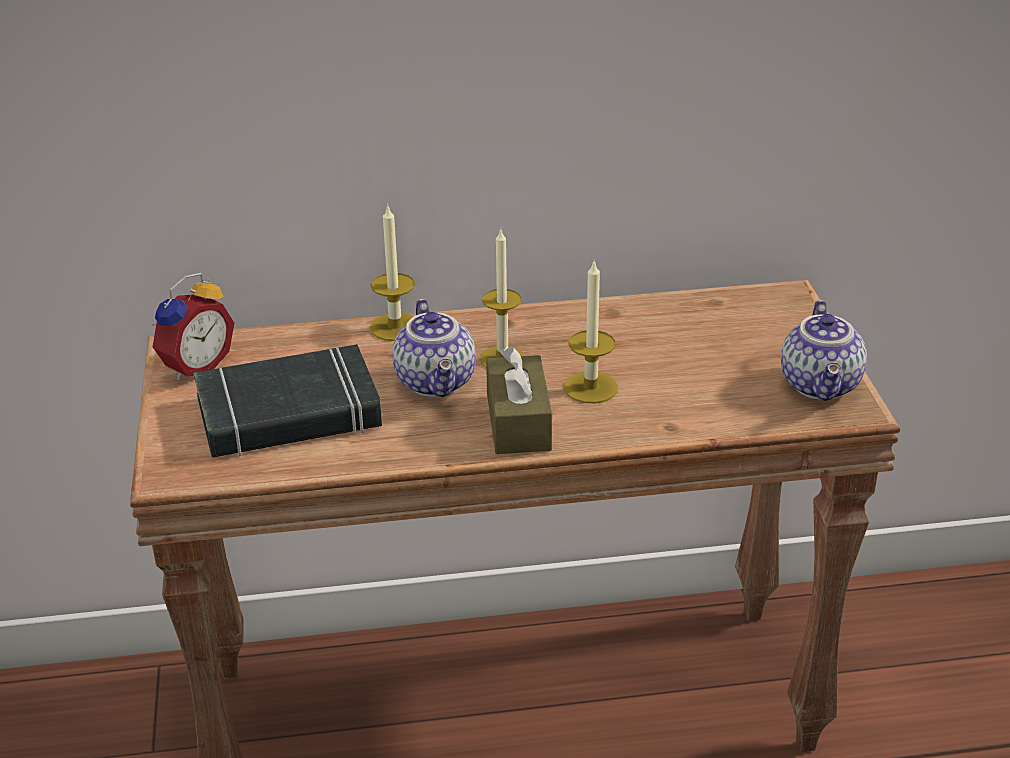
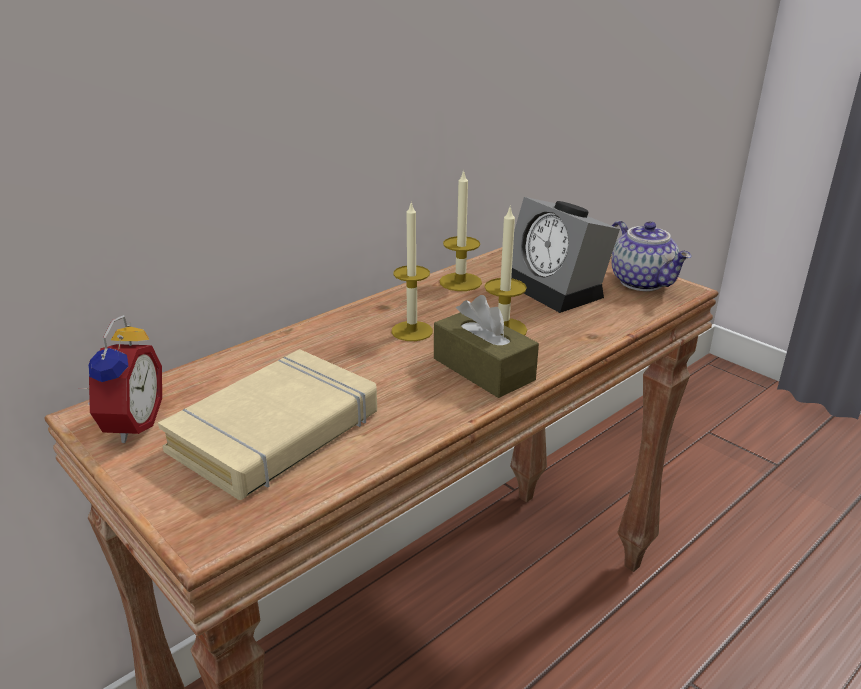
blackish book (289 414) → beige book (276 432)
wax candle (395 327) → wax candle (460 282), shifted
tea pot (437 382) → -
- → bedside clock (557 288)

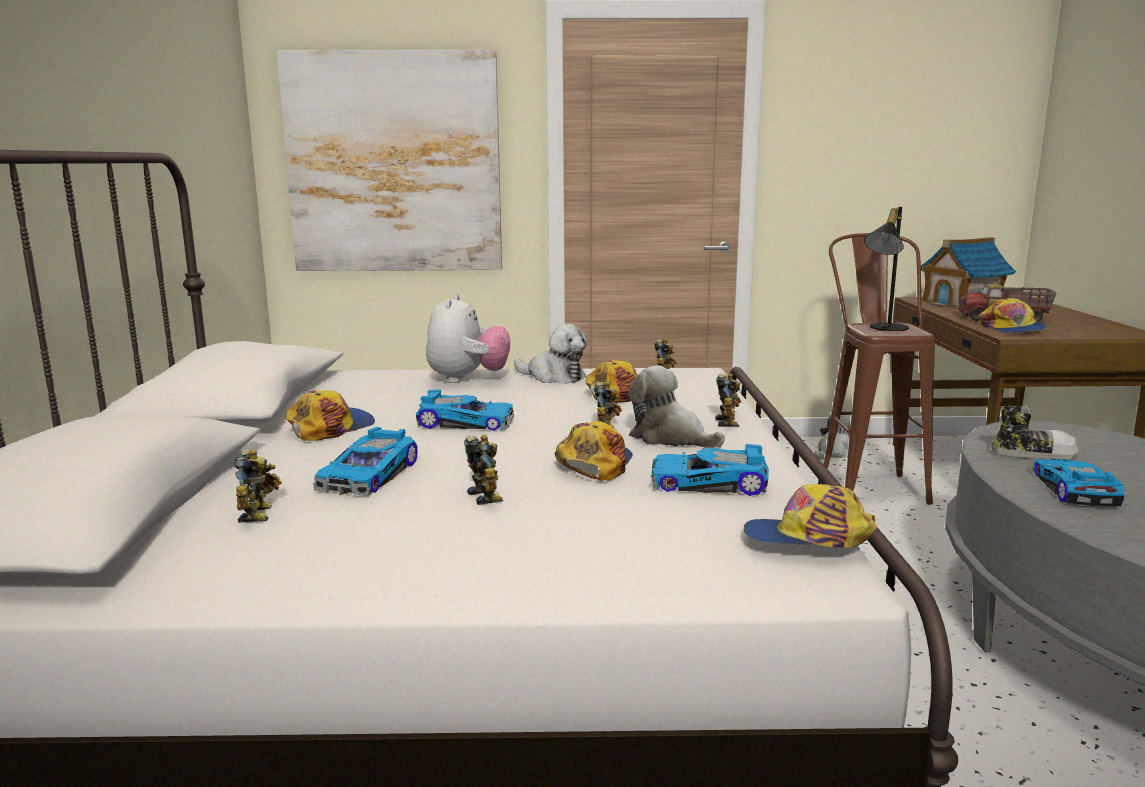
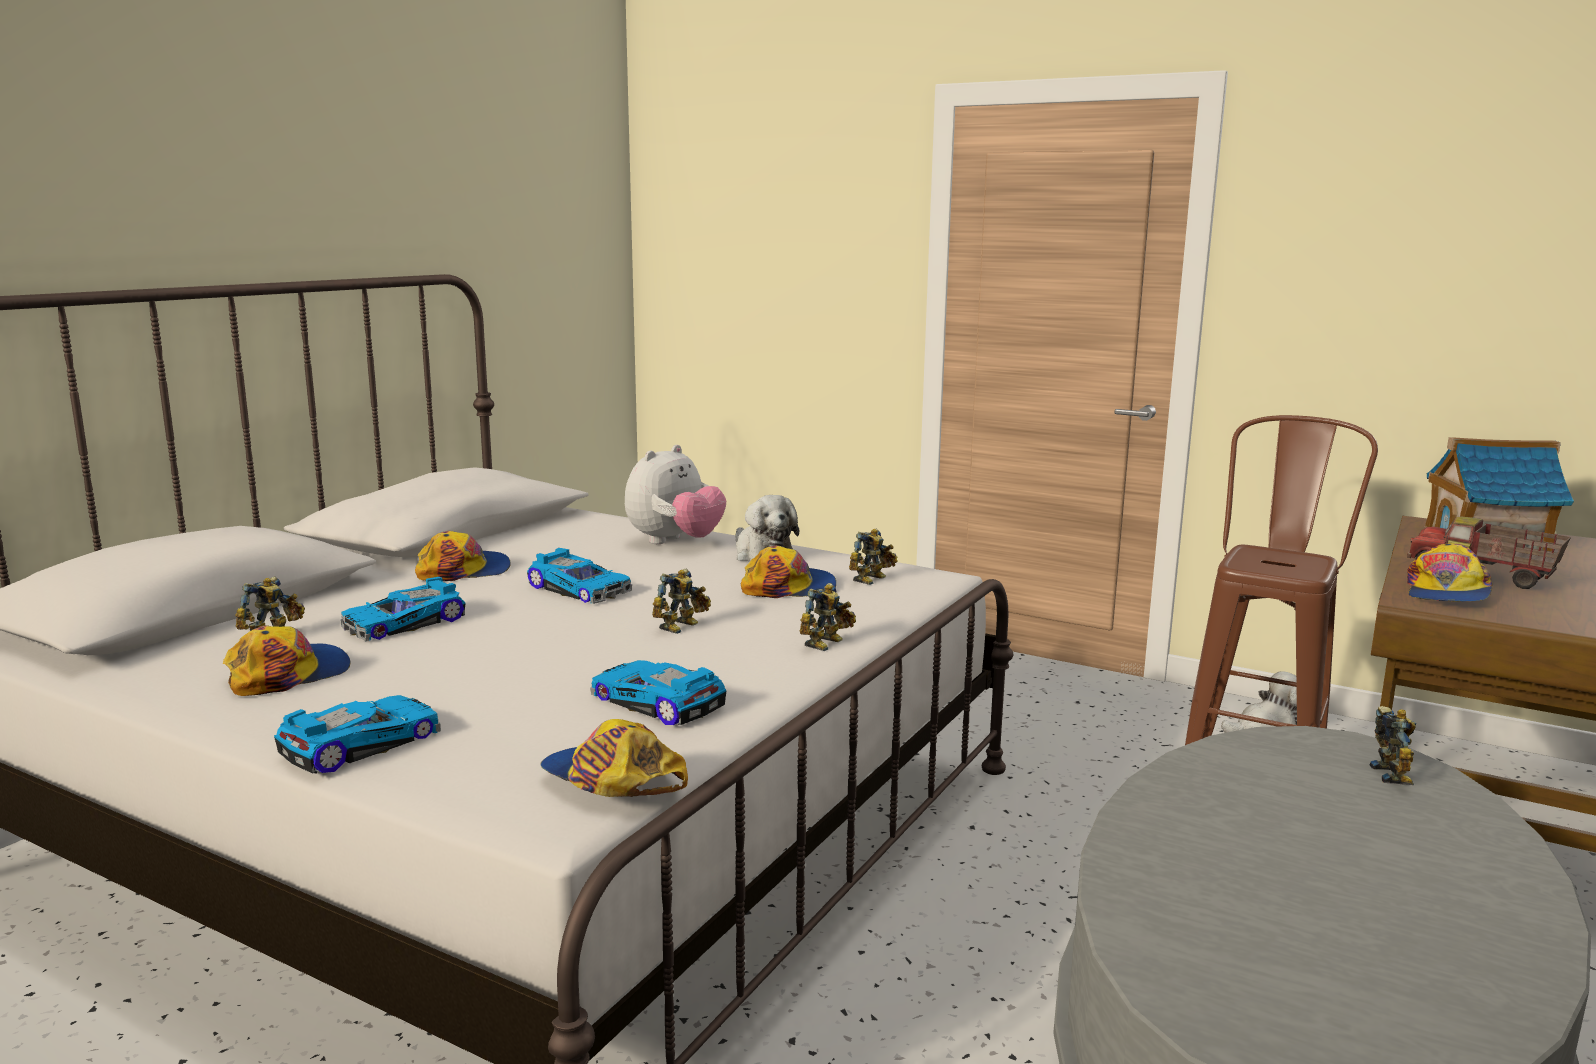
wall art (394 163) → -
toy robot (487 496) → toy robot (1394 774), shifted
peaked cap (594 463) → peaked cap (288 674), shifted
plush toy (670 438) → -
blackish table lamp (883 328) → -
shoe (1032 454) → -
model car (1072 489) → model car (359 743), shifted

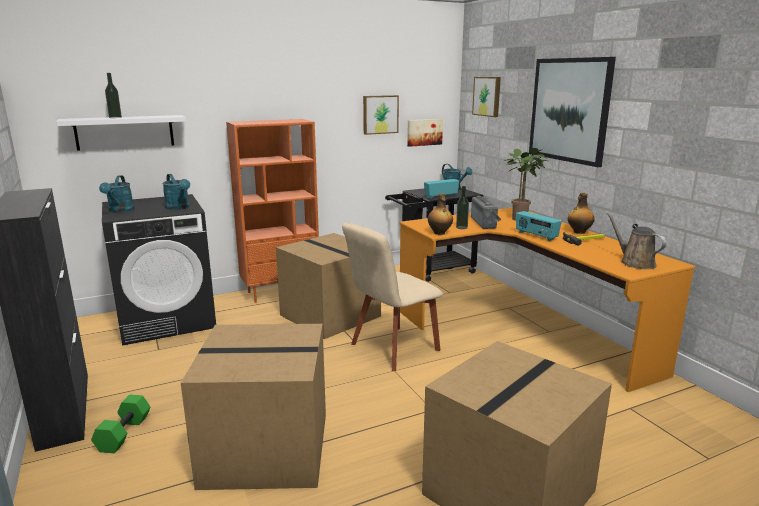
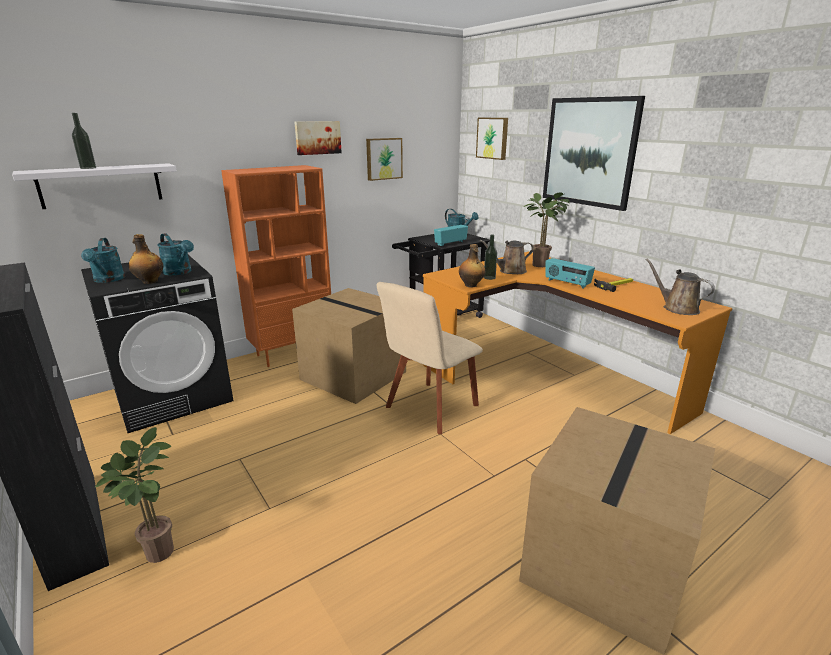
green-coloured free weight (123 433) → plant in a pot (157 550)
carton (268 447) → -
wall art (424 132) → wall art (317 137), shifted
radio receiver (485 223) → brown watering pot (510 271)
beverage bottle (579 232) → beverage bottle (149 282), shifted

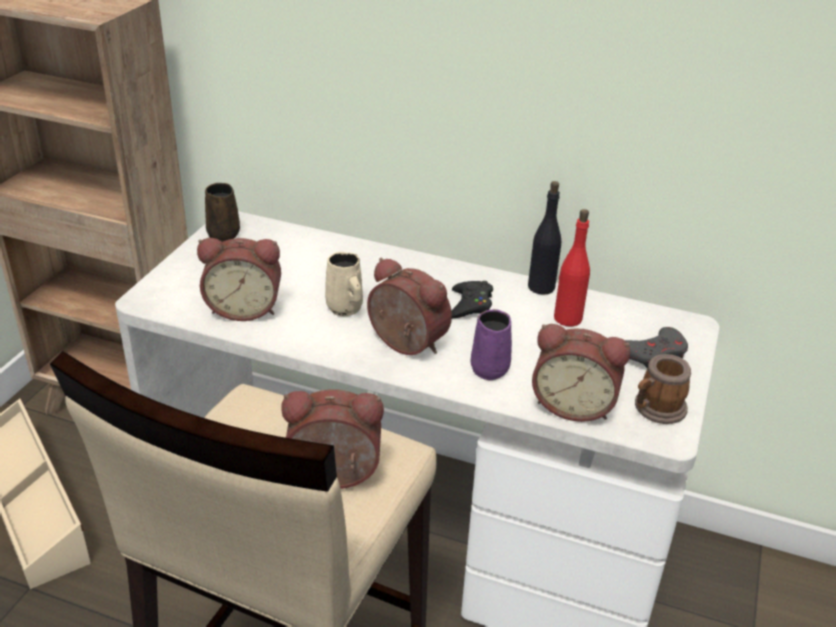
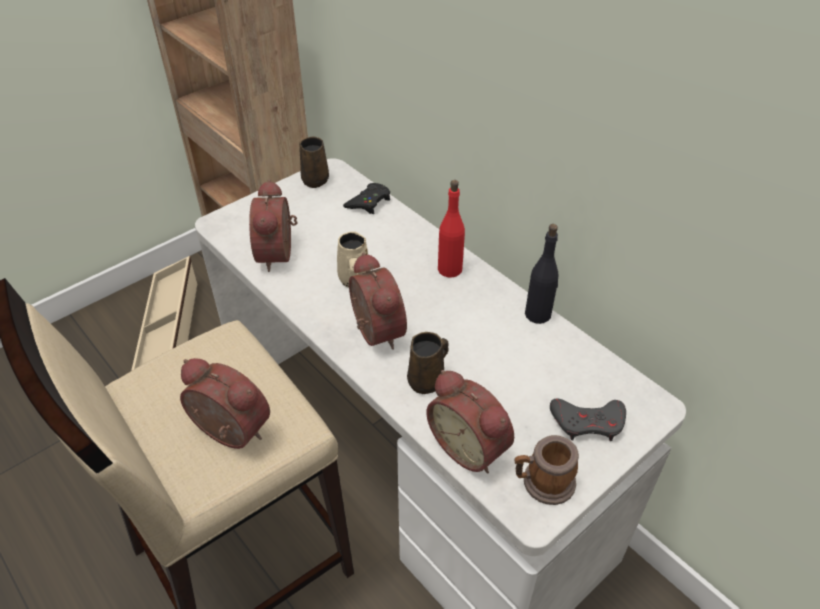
bedside clock (244 308) → bedside clock (279 254), 60 degrees clockwise
blackish gamepad (470 305) → blackish gamepad (369 202), shifted
purplish mug (490 368) → brown mug (427 380)
red-coloured beverage bottle (567 318) → red-coloured beverage bottle (450 269), shifted

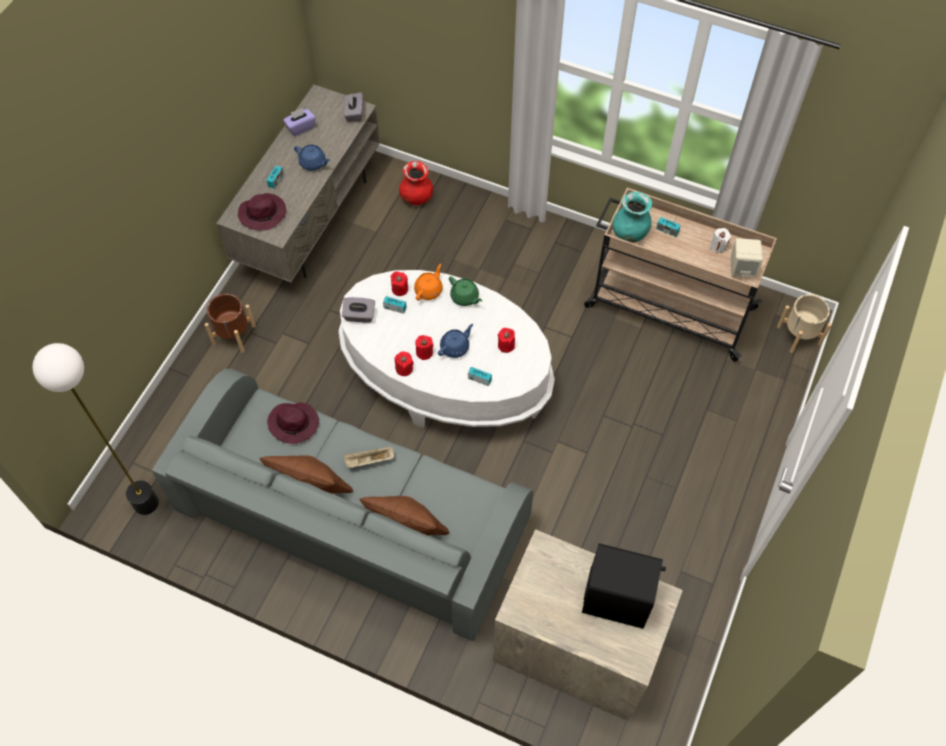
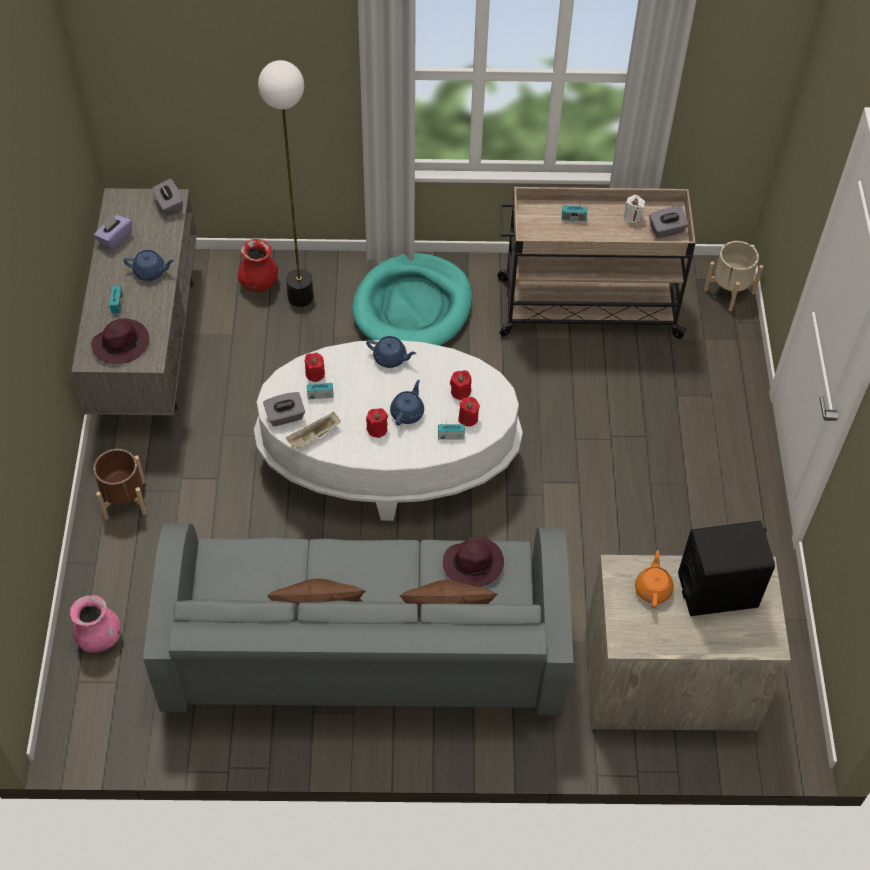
standing lamp (146 503) → standing lamp (301 297), shifted
purplish hat (294 423) → purplish hat (474 563), shifted
beige tray (369 461) → beige tray (314 437), shifted
red-coloured wax candle (404 369) → red-coloured wax candle (468 418), shifted
orange tea pot (429 290) → orange tea pot (653 589), shifted
green-coloured tea pot (465 297) → blue tea pot (391 358)
blue-green flower vase (630 233) → -
beige audio speaker (742 268) → gray box of tissues (666 230)
- → pinkish flower vase (99 637)
- → blue-green dog cushion (413 307)

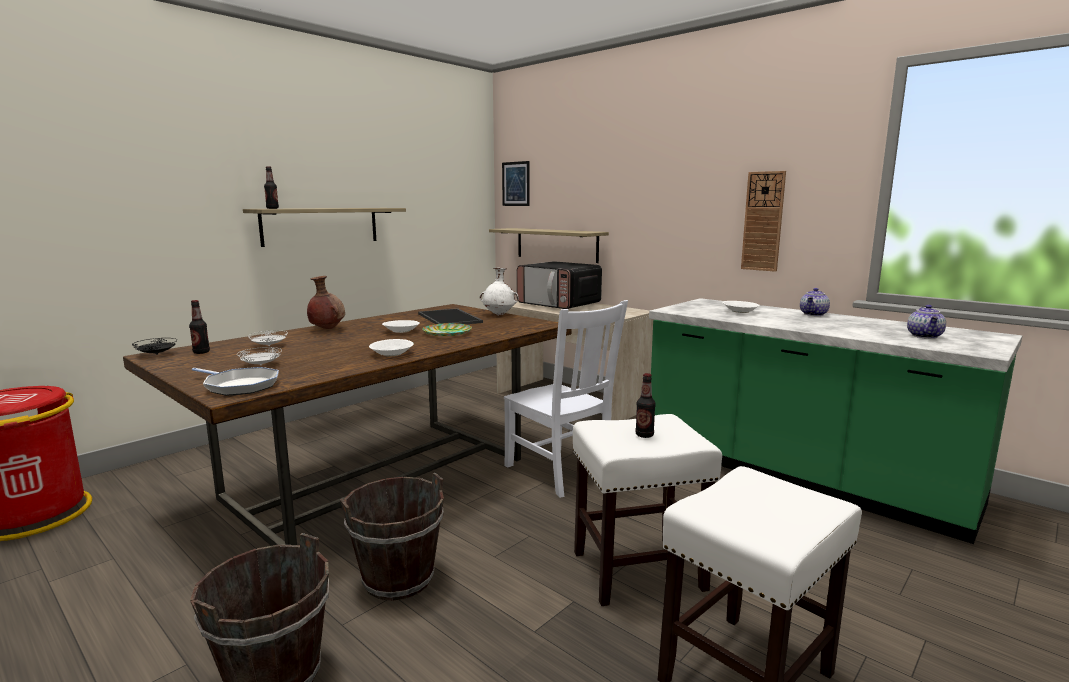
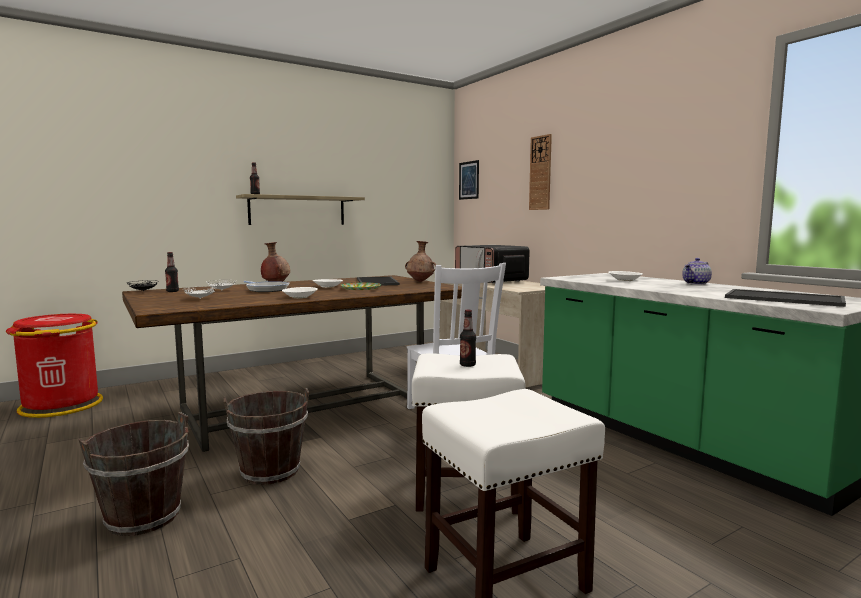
frying pan (239 386) → frying pan (266 289), shifted
whitish flower vase (499 314) → brown flower vase (421 281)
bracket shelf (556 244) → -
clock on the wall (763 221) → clock on the wall (540 173), shifted
tea pot (925 336) → tray (785 298)

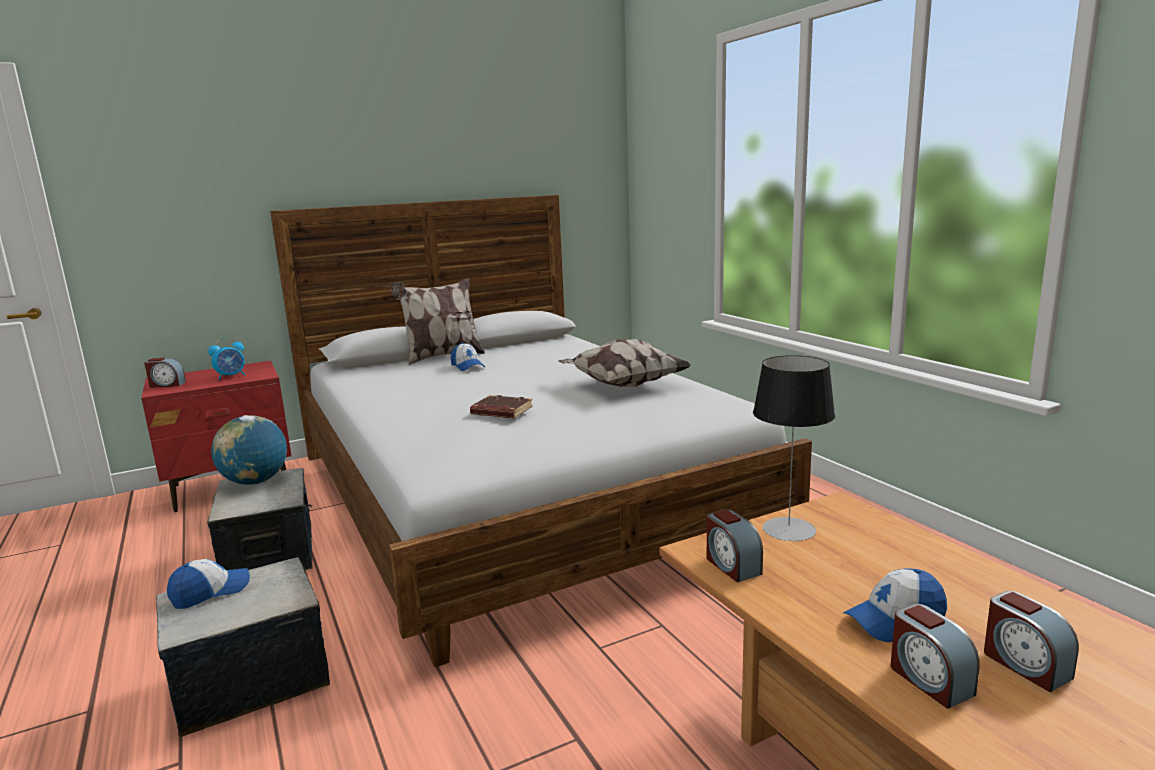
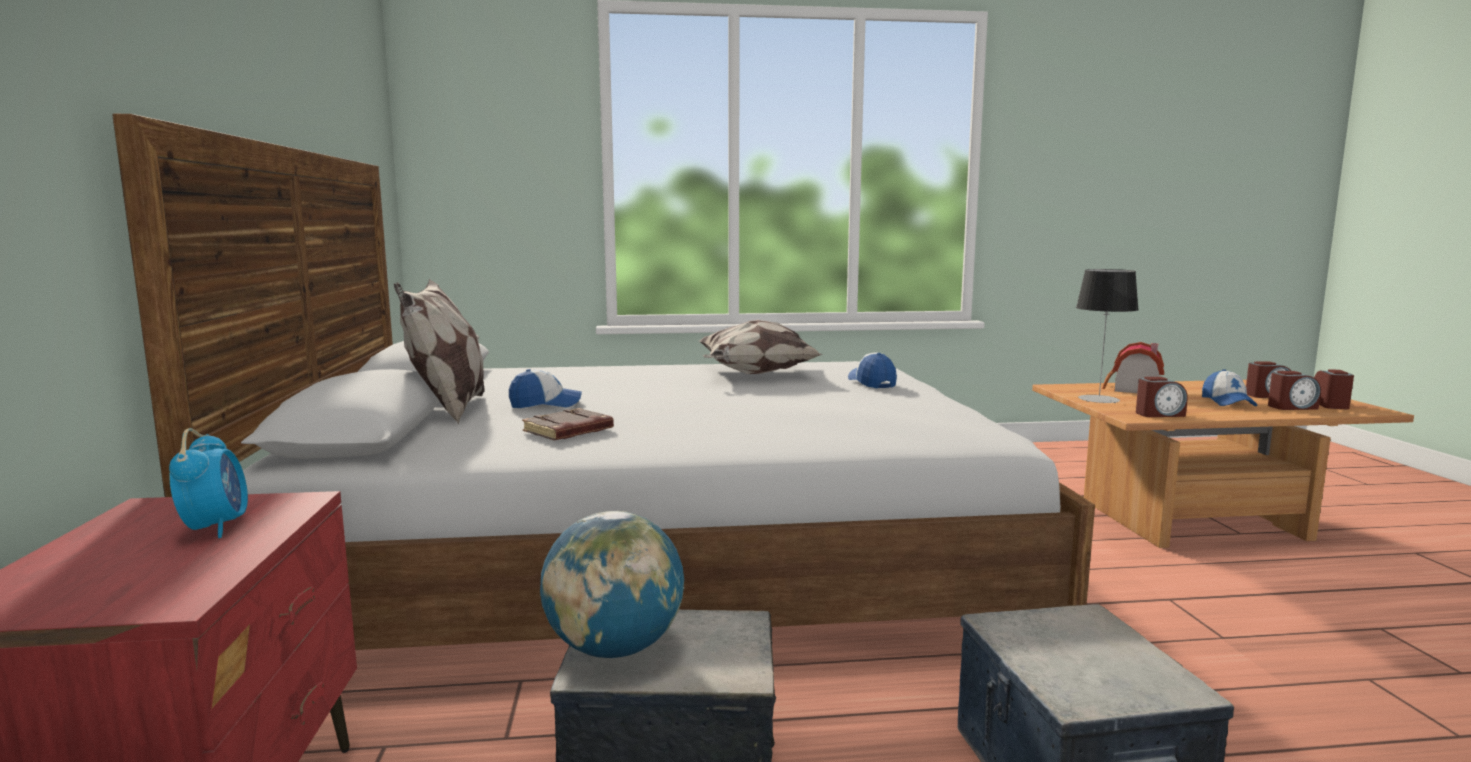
bedside clock (167 385) → bedside clock (1330 405), shifted
peaked cap (210 592) → peaked cap (872 382), shifted
brown book (500 412) → brown book (568 431), shifted
- → model house (1132 389)

